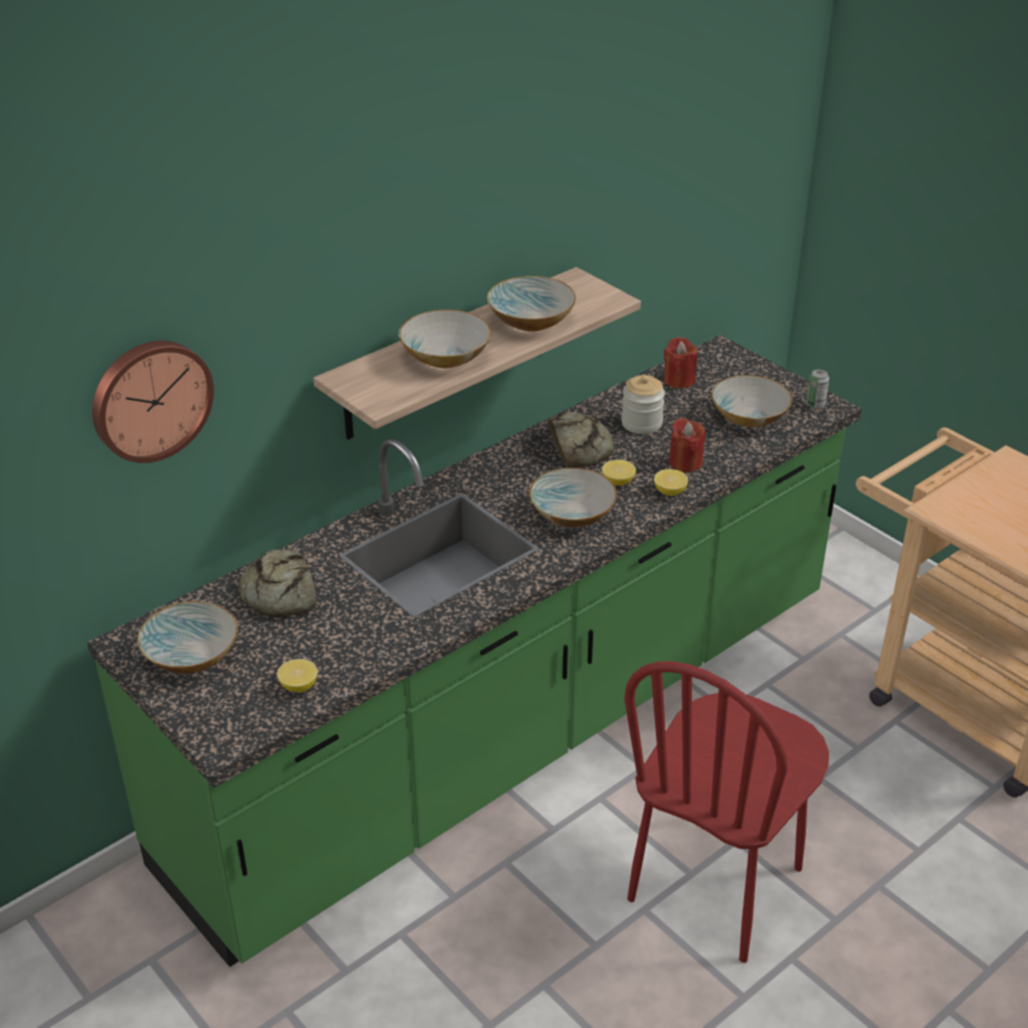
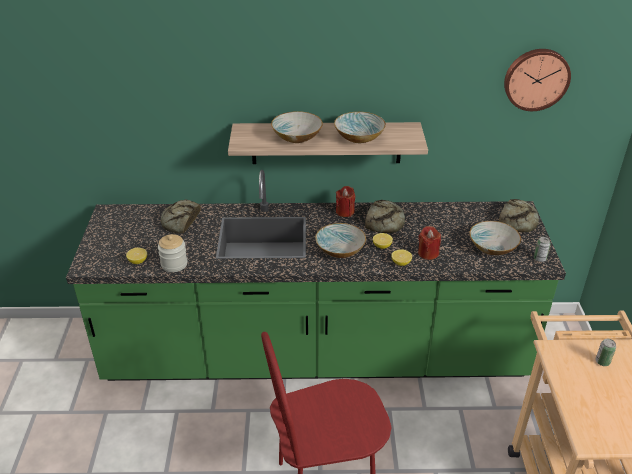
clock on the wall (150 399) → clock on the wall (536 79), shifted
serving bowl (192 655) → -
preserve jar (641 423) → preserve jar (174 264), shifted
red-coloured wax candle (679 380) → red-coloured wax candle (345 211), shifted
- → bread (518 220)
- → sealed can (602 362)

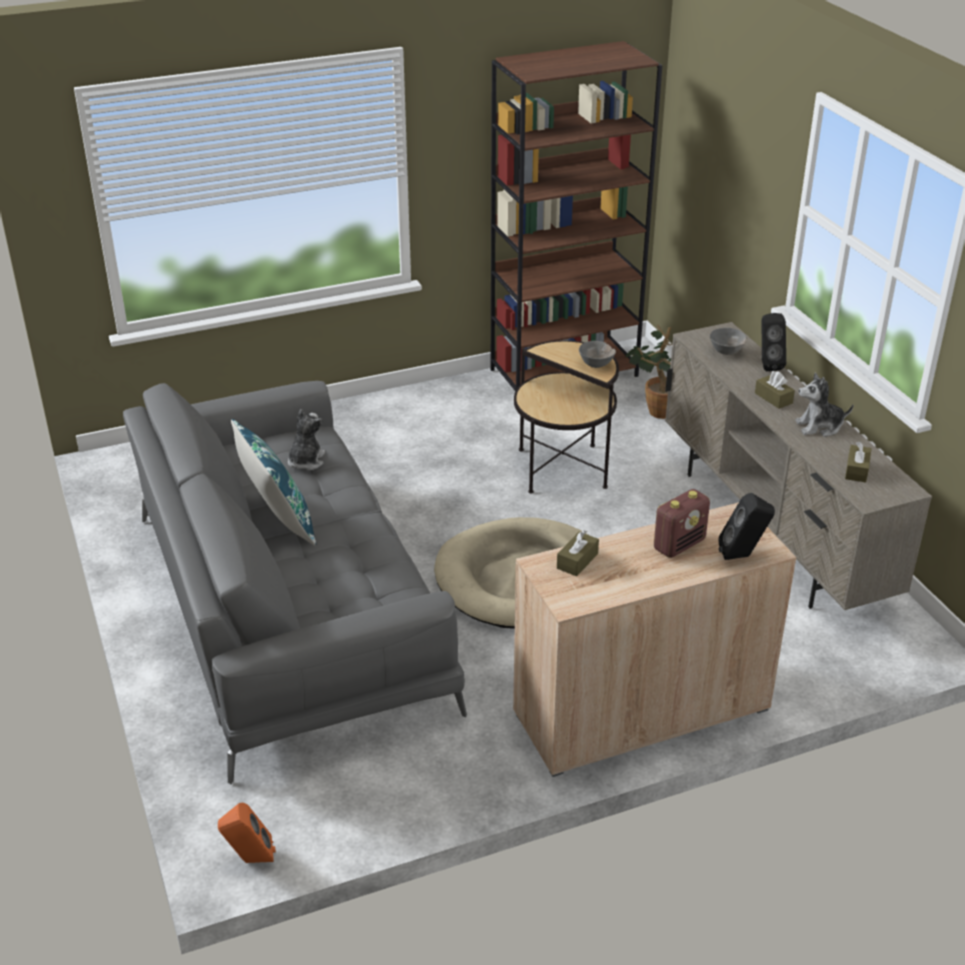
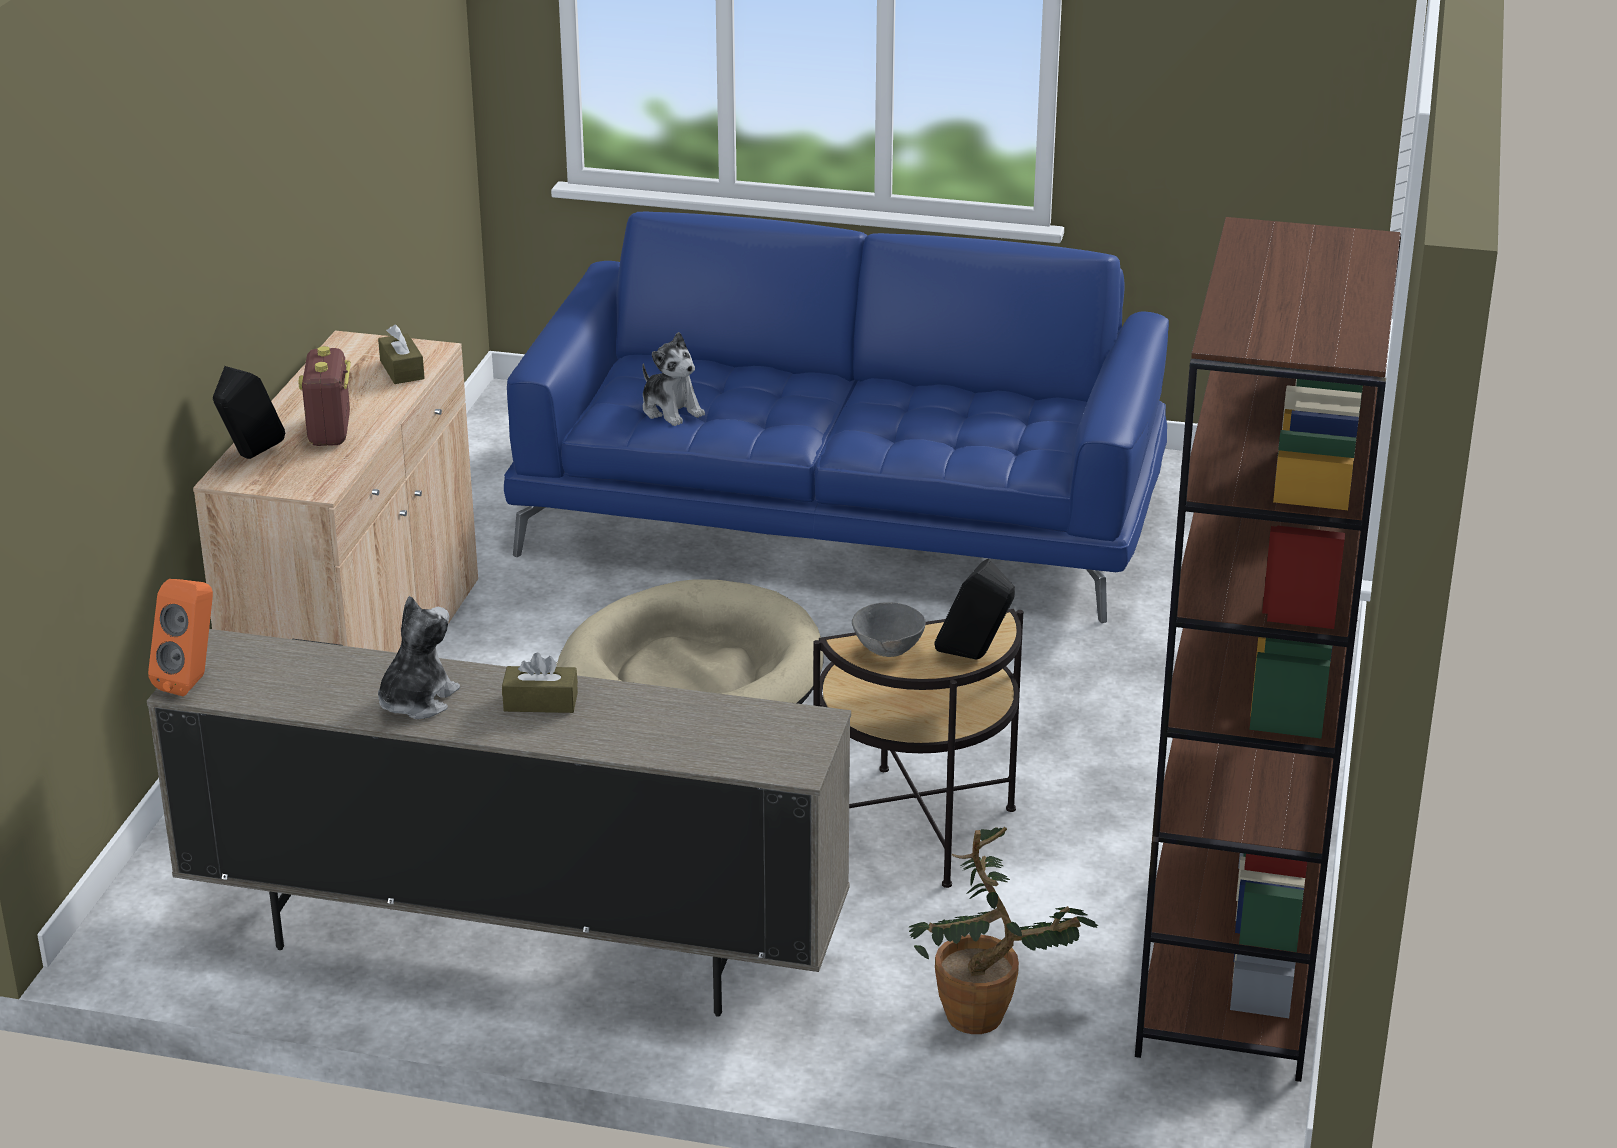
gray sofa (288 607) → blue sofa (844 513)
orange audio speaker (250 860) → orange audio speaker (192 681), shifted
blue throw pillow (277 522) → -
plush toy (306 461) → plush toy (671 410), shifted
gray serving bowl (726 352) → -
blackish audio speaker (767 365) → blackish audio speaker (974 658), shifted
brown box of tissues (857 470) → -

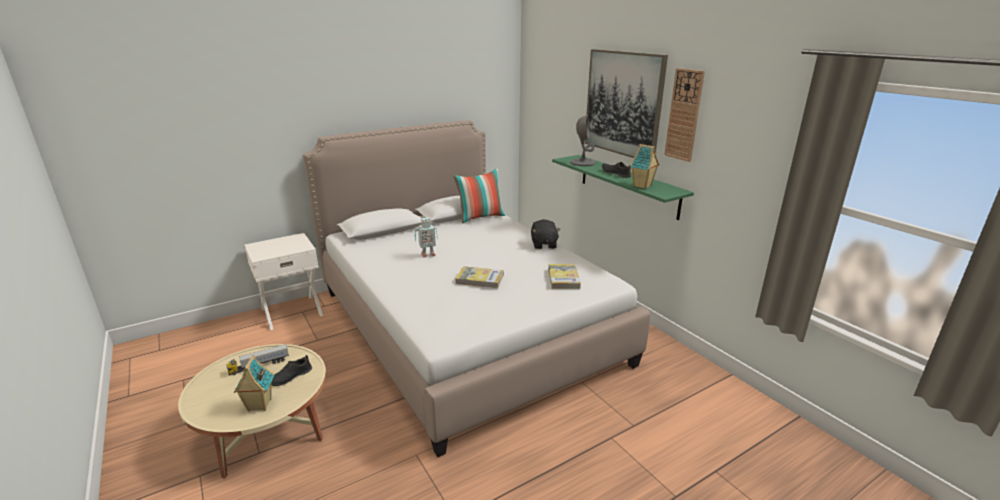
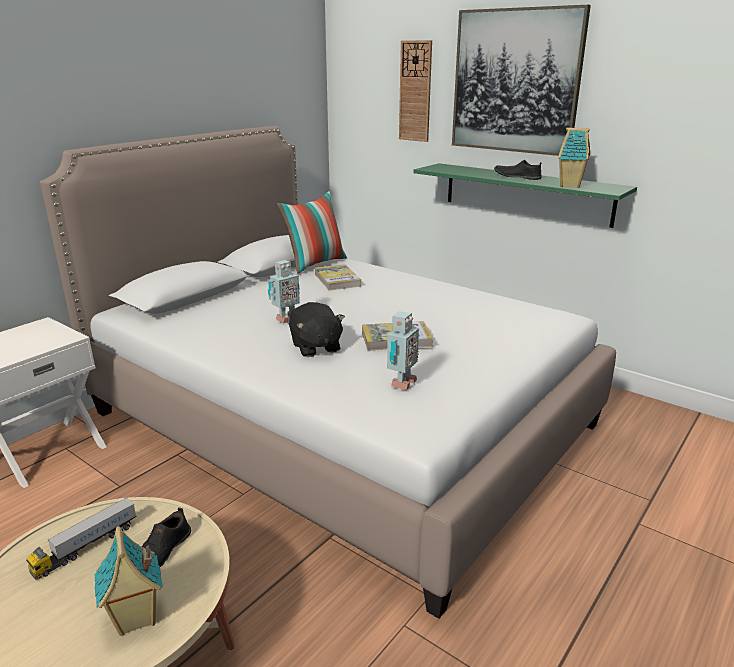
blackish plush toy (543 244) → blackish plush toy (315 347), shifted
book (563 278) → book (337 280), shifted
gray table lamp (582 163) → -
clock on the wall (684 115) → clock on the wall (415 91), shifted
- → toy robot (401 383)

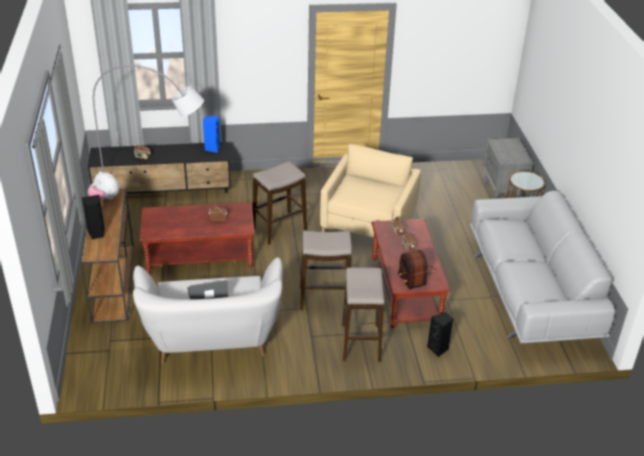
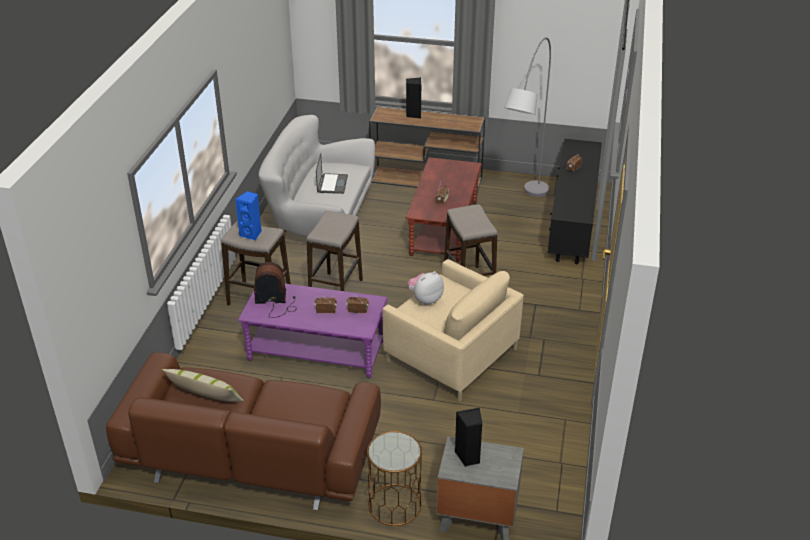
plush toy (105 199) → plush toy (425 299), shifted
blue audio speaker (212 148) → blue audio speaker (252 234), shifted
brown coffee table (405 290) → purplish coffee table (316 350)
blackish audio speaker (438 349) → blackish audio speaker (468 457), shifted
gray sofa (531 292) → brown sofa (251 455)
- → throw pillow (205 396)

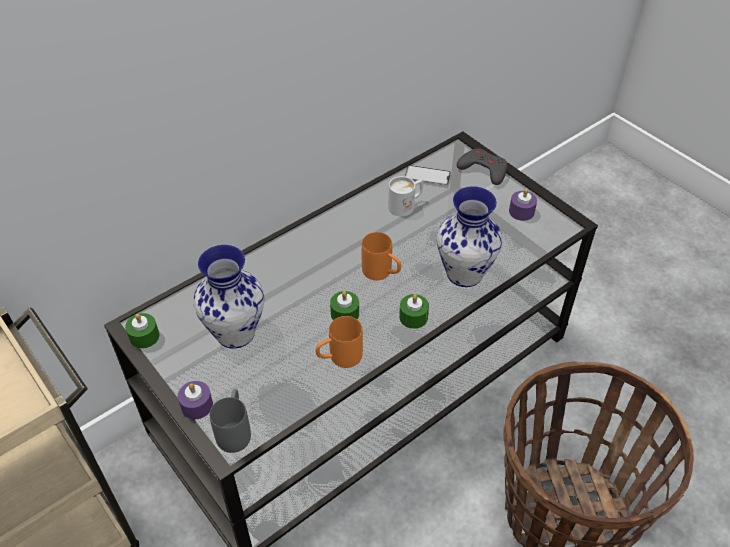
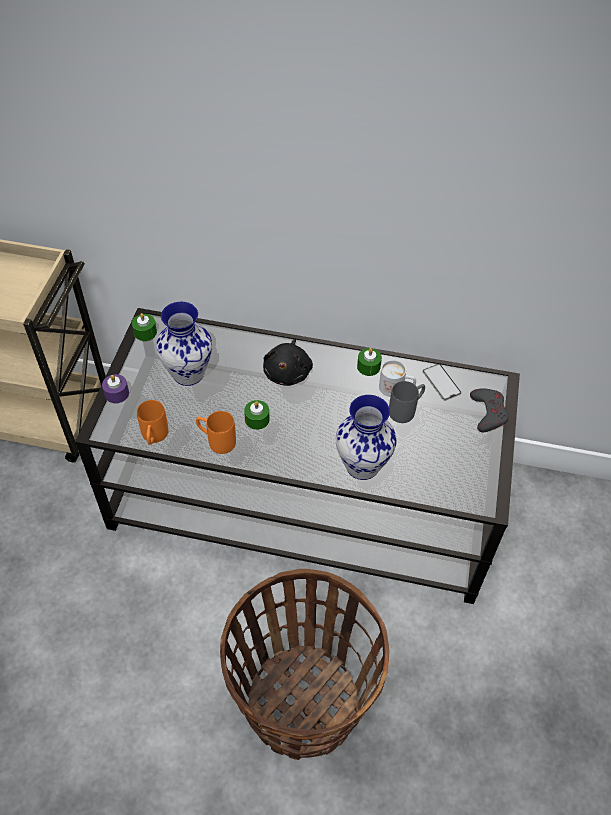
gray mug (235 430) → gray mug (406 410), shifted
orange mug (382 273) → orange mug (154 437), shifted
green-coloured wax candle (413 317) → green-coloured wax candle (368 367), shifted
purplish wax candle (521 211) → -
- → blackish plush toy (288 372)

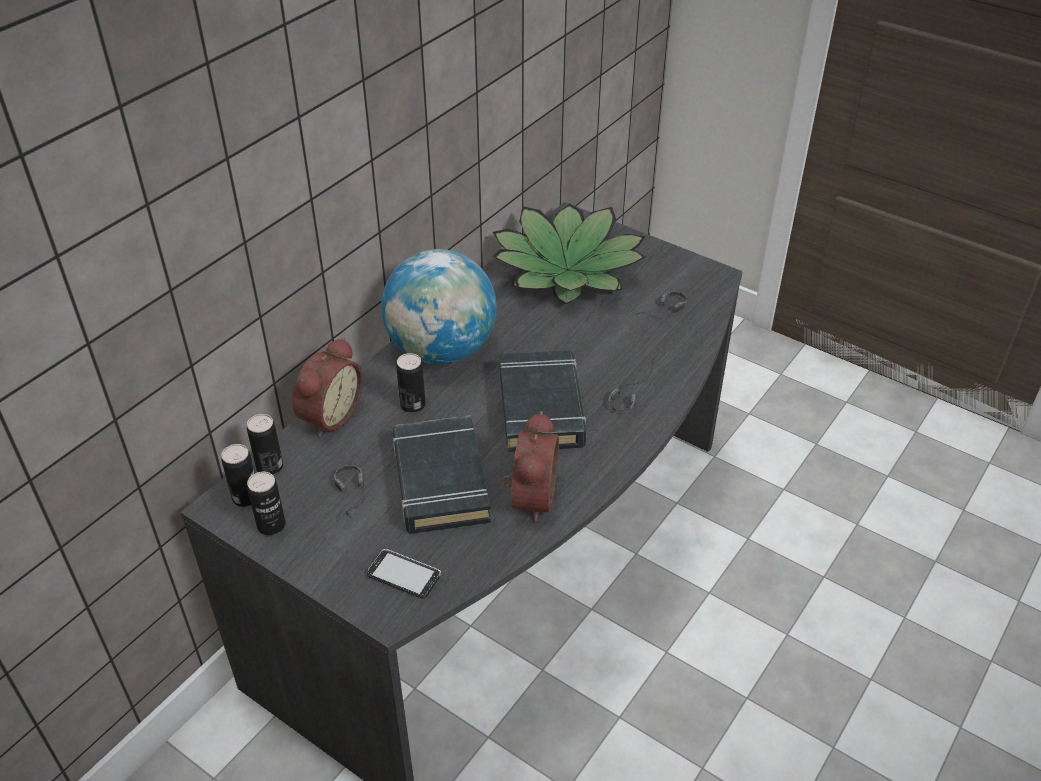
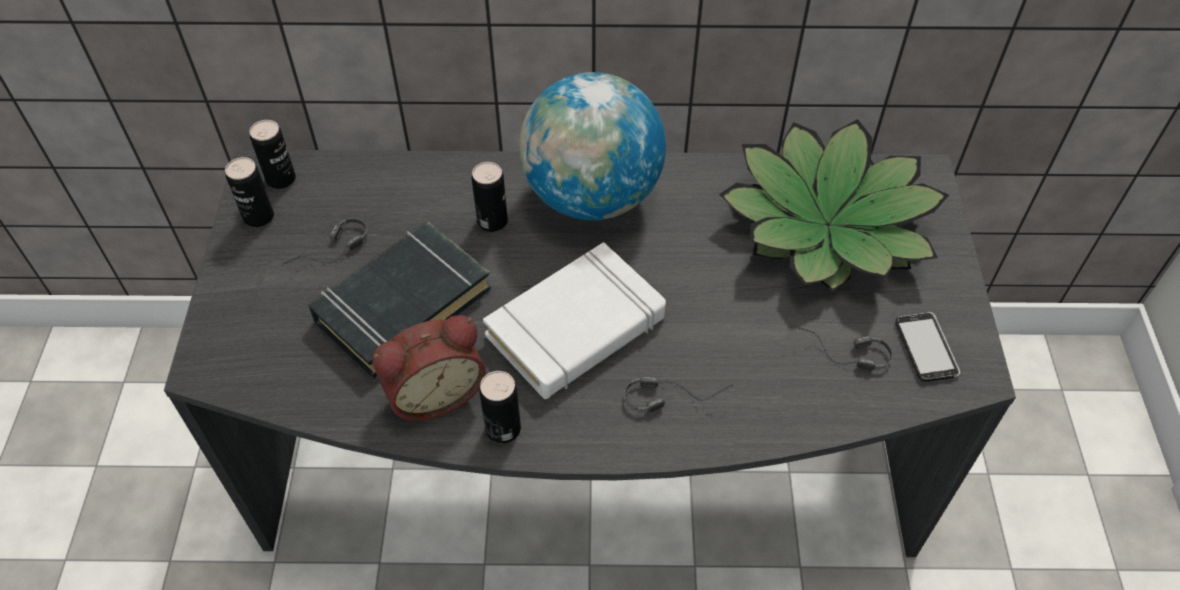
sealed can (269 466) → sealed can (503 429), shifted
bedside clock (328 415) → -
telephone (404 575) → telephone (926 348), shifted
blackish book (541 407) → whitish book (576 328)

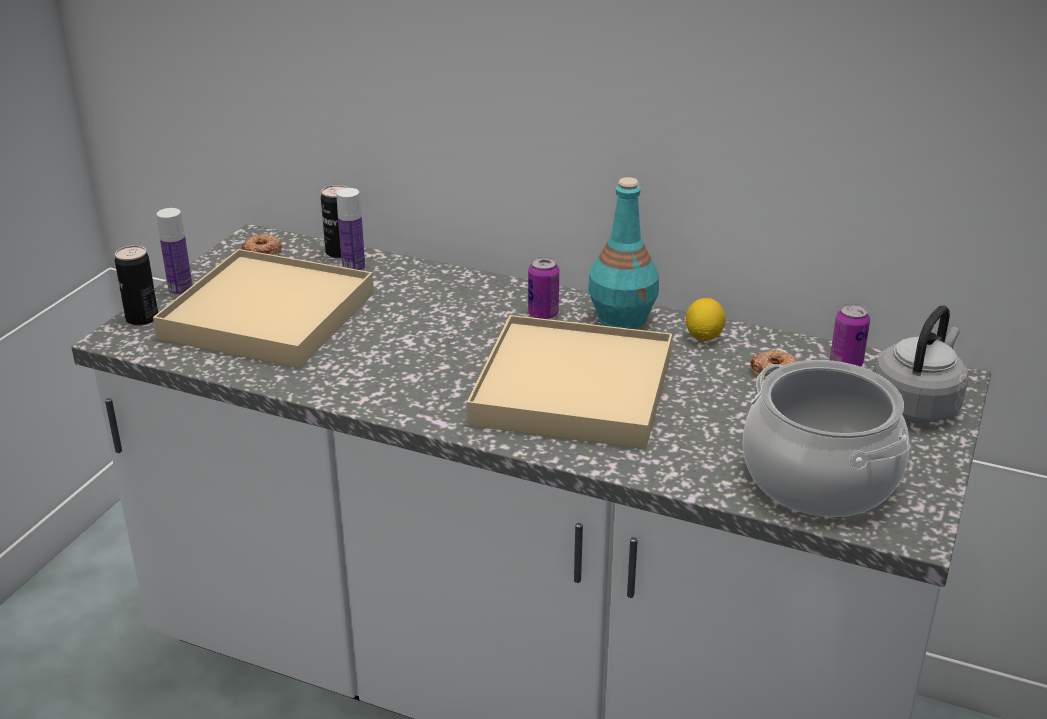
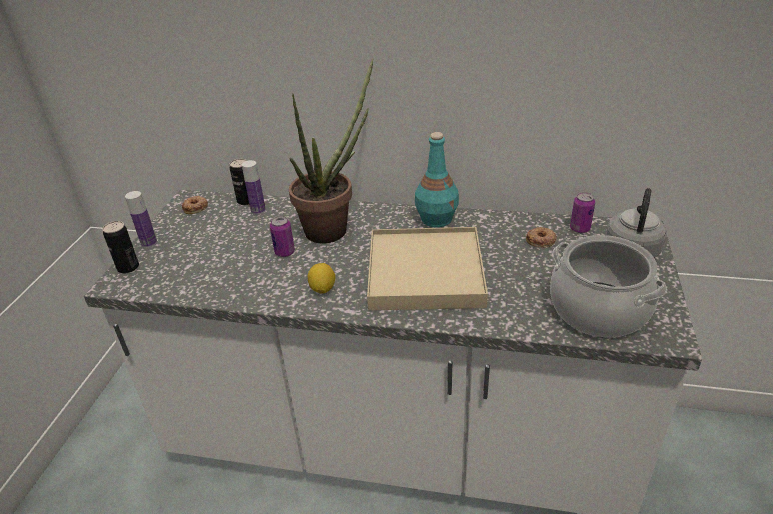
beige tray (267 316) → -
sealed can (543 314) → sealed can (285 252), shifted
citrus fruit (703 337) → citrus fruit (322 289), shifted
- → plant in a pot (334 227)

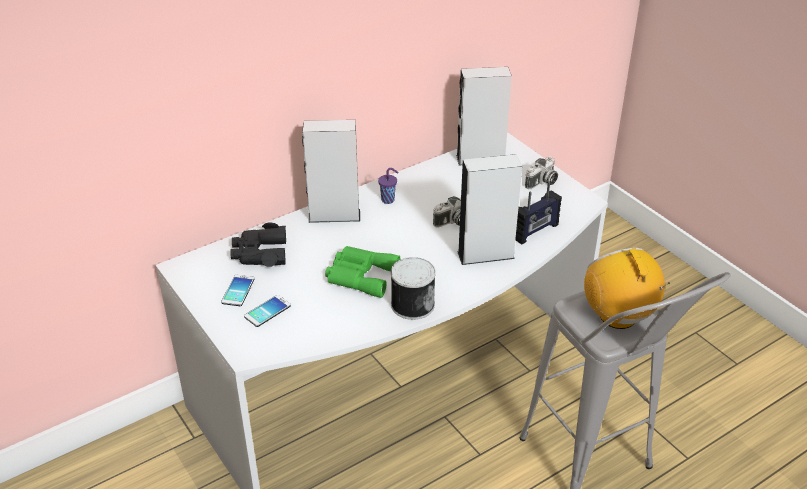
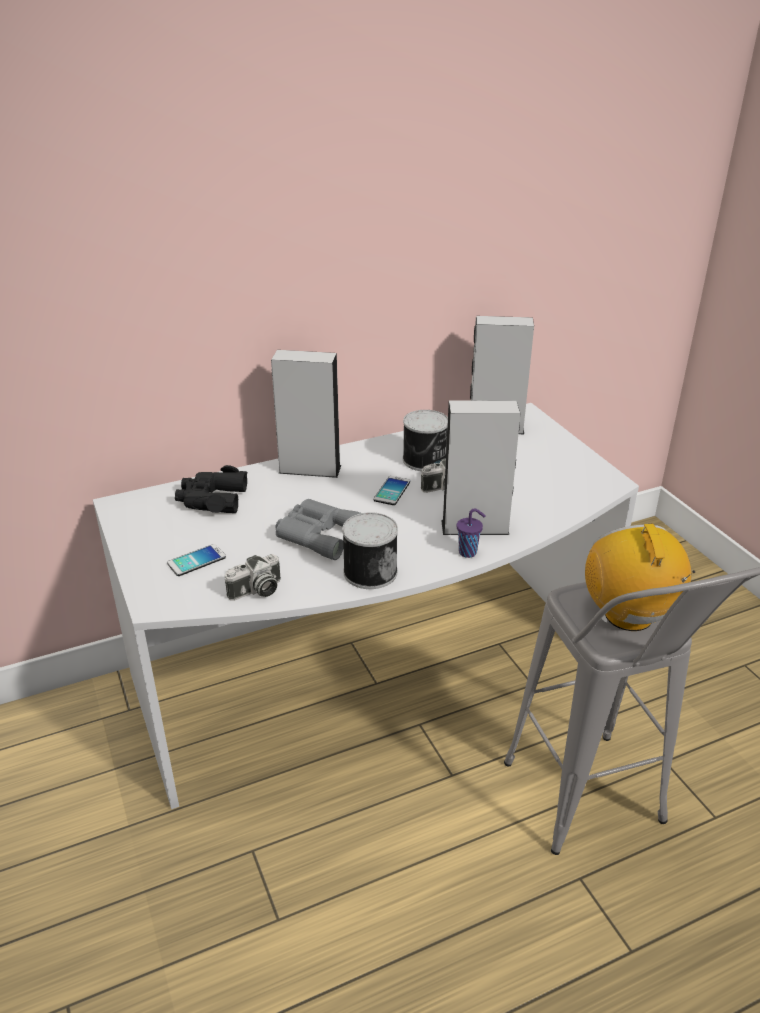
telephone (238 291) → telephone (392 491), shifted
green-coloured pair of binoculars (360 275) → gray pair of binoculars (318 533)
purplish small cup (388 200) → purplish small cup (469 552), shifted
radio receiver (535 231) → -
still camera (542 182) → still camera (256 591), shifted
- → sealed can (425 460)

